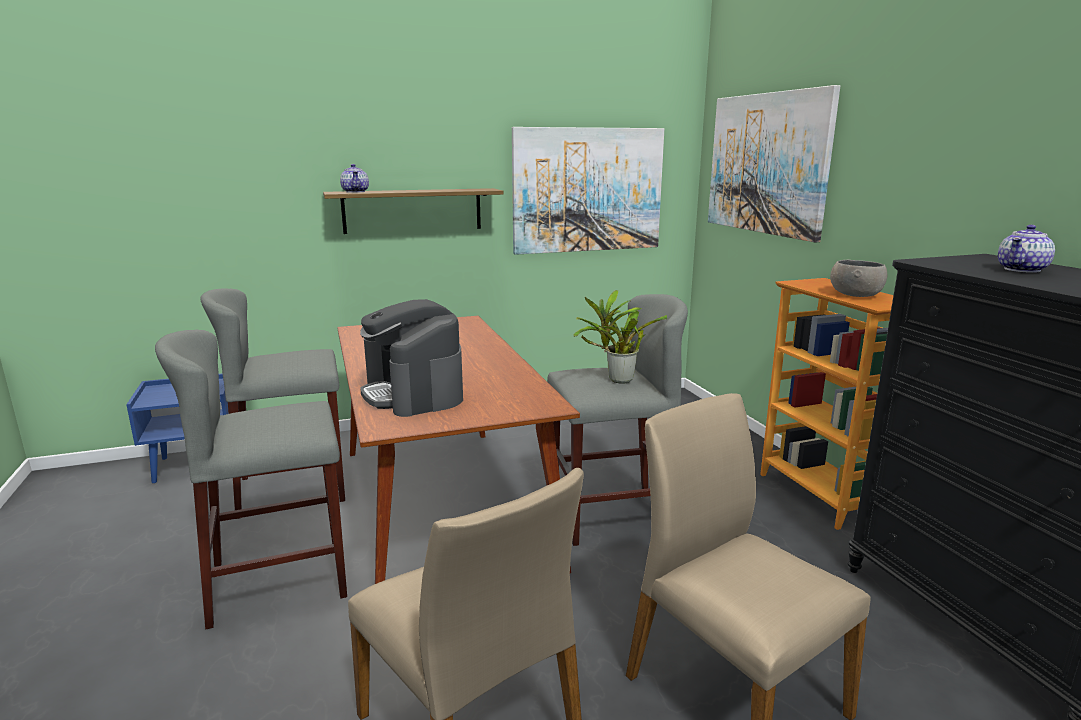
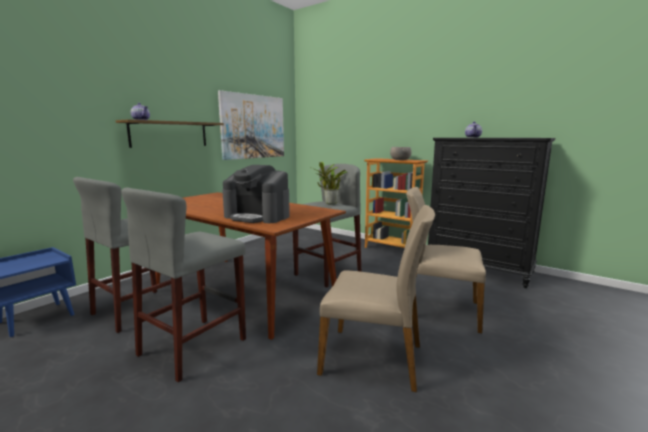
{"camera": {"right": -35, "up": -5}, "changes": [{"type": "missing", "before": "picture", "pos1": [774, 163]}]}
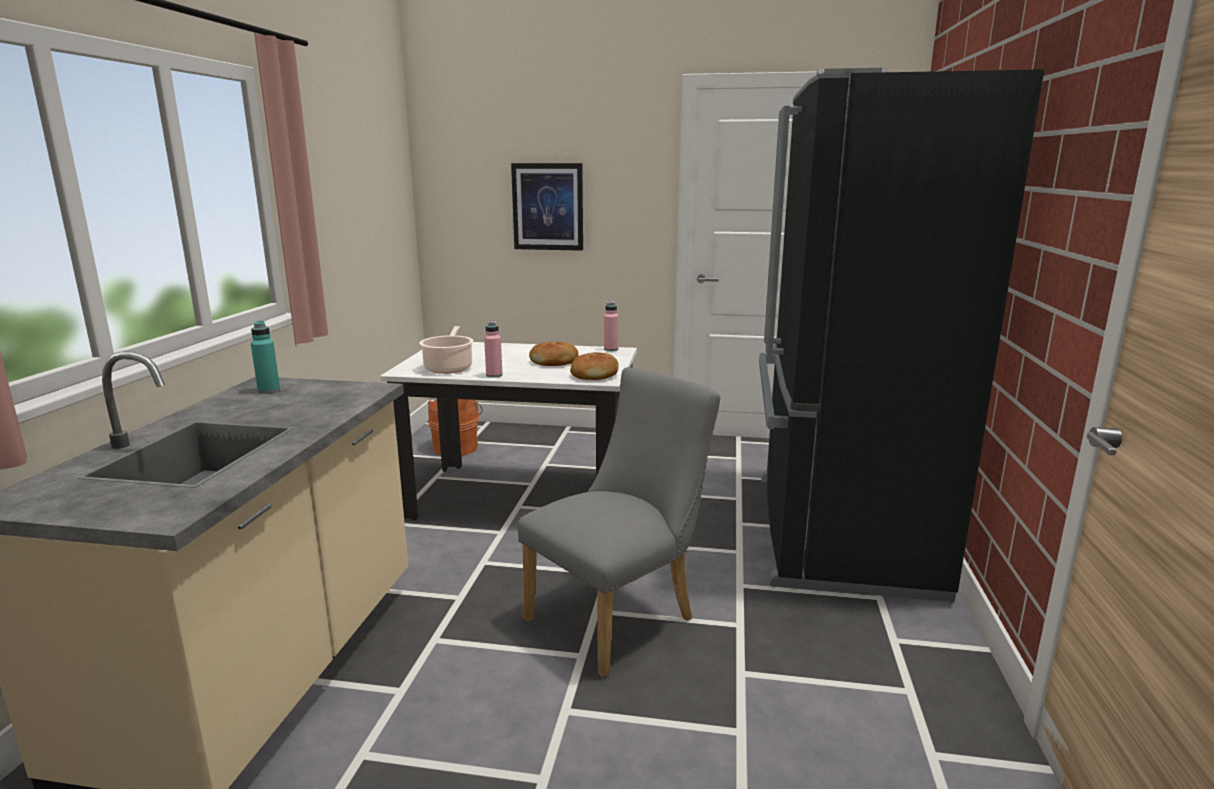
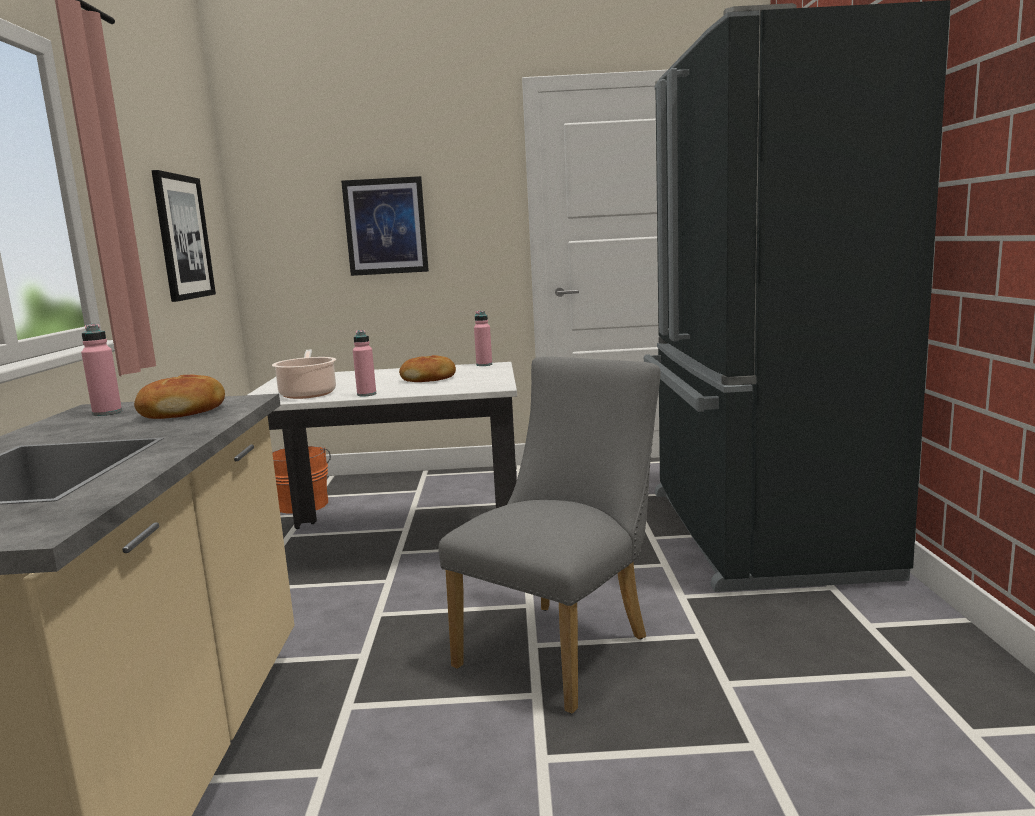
{"camera": {"right": -10, "up": -5}, "changes": [{"type": "colour", "before": "turquoise bottle", "after": "pink bottle", "pos1": [265, 357], "pos2": [101, 370]}, {"type": "relocated", "before": "bread", "pos1": [594, 366], "pos2": [179, 396]}, {"type": "appeared", "after": "picture", "pos2": [184, 236]}]}
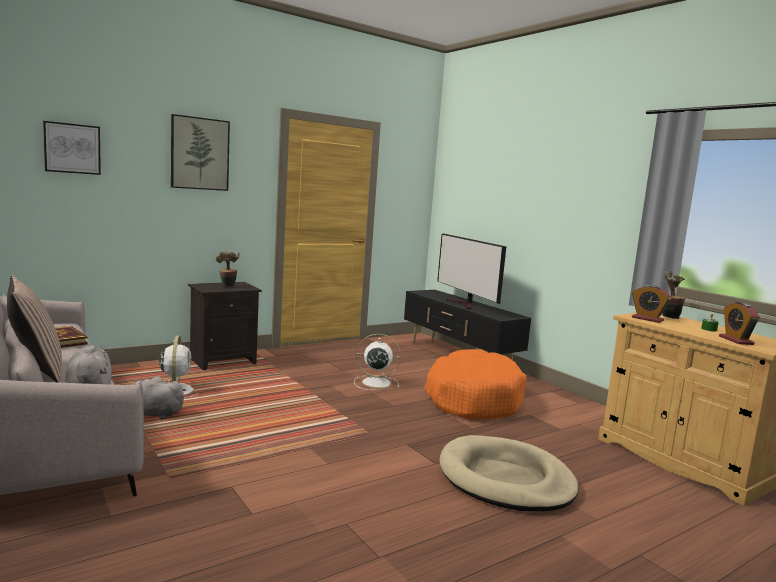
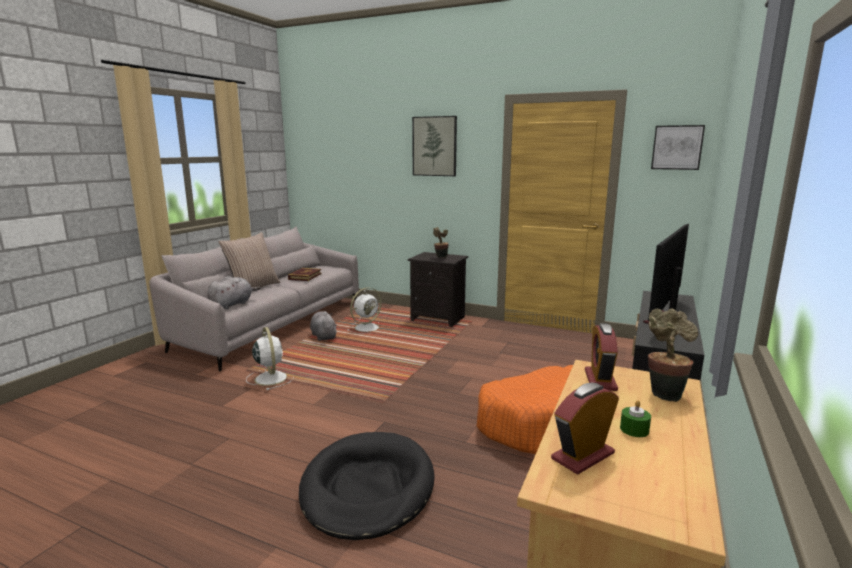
{"camera": {"right": 60, "up": 5}, "changes": [{"type": "relocated", "before": "white fan", "pos1": [377, 362], "pos2": [270, 358]}, {"type": "colour", "before": "beige dog bed", "after": "black dog bed", "pos1": [509, 473], "pos2": [366, 486]}, {"type": "relocated", "before": "picture", "pos1": [72, 148], "pos2": [678, 147]}]}
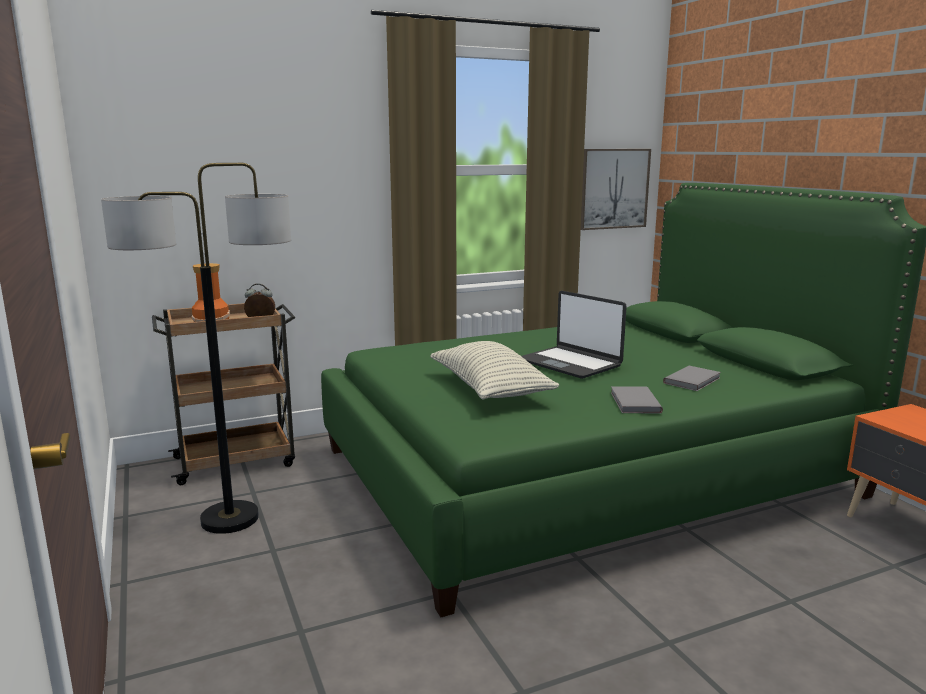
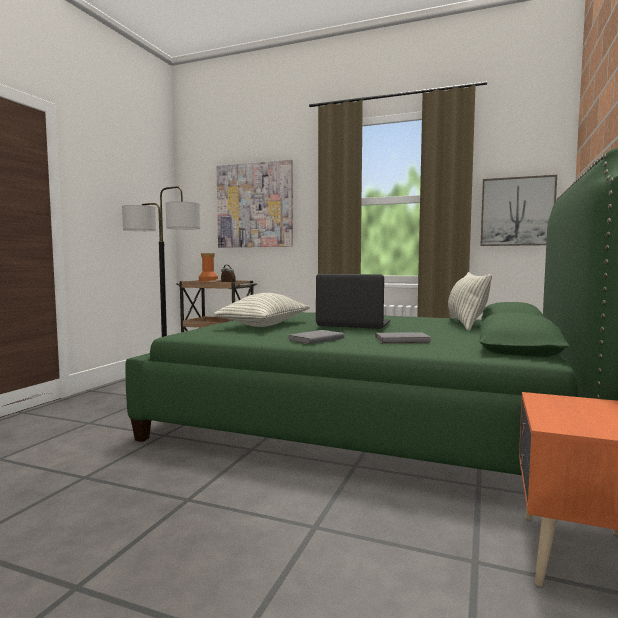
{"camera": {"right": 45, "up": -10}, "changes": [{"type": "appeared", "after": "picture", "pos2": [255, 203]}, {"type": "spun", "before": "laptop", "pos1": [574, 335], "pos2": [353, 301], "turn": 105}, {"type": "appeared", "after": "pillow", "pos2": [470, 301]}]}
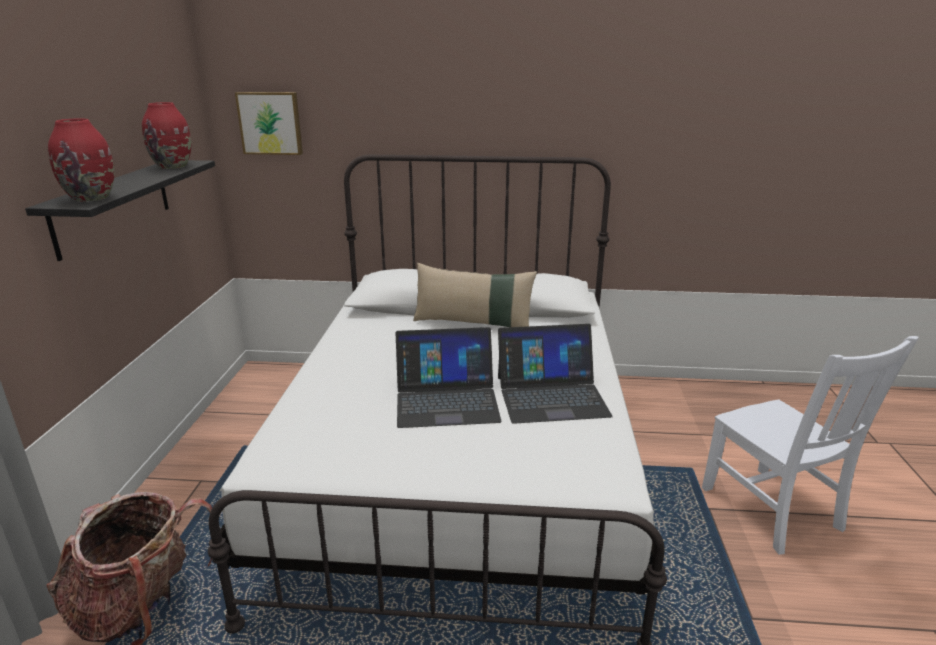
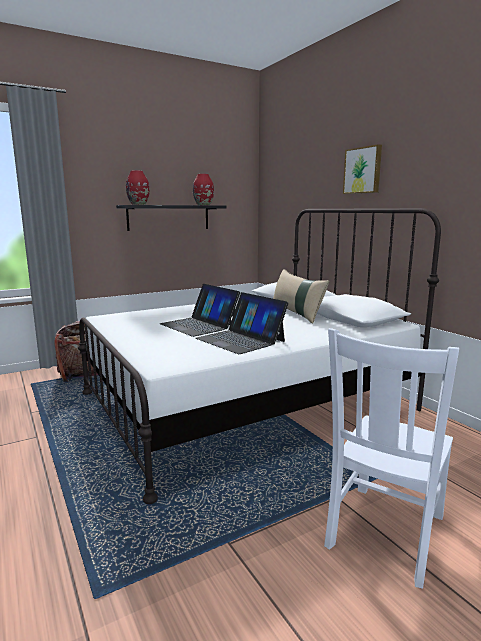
{"camera": {"right": 55, "up": -10}, "changes": [{"type": "relocated", "before": "picture", "pos1": [269, 123], "pos2": [362, 169]}]}
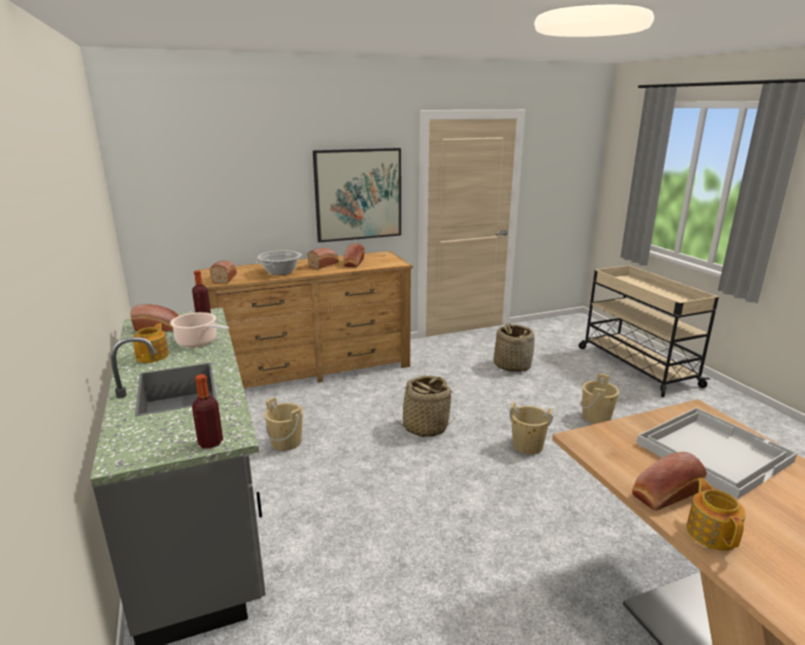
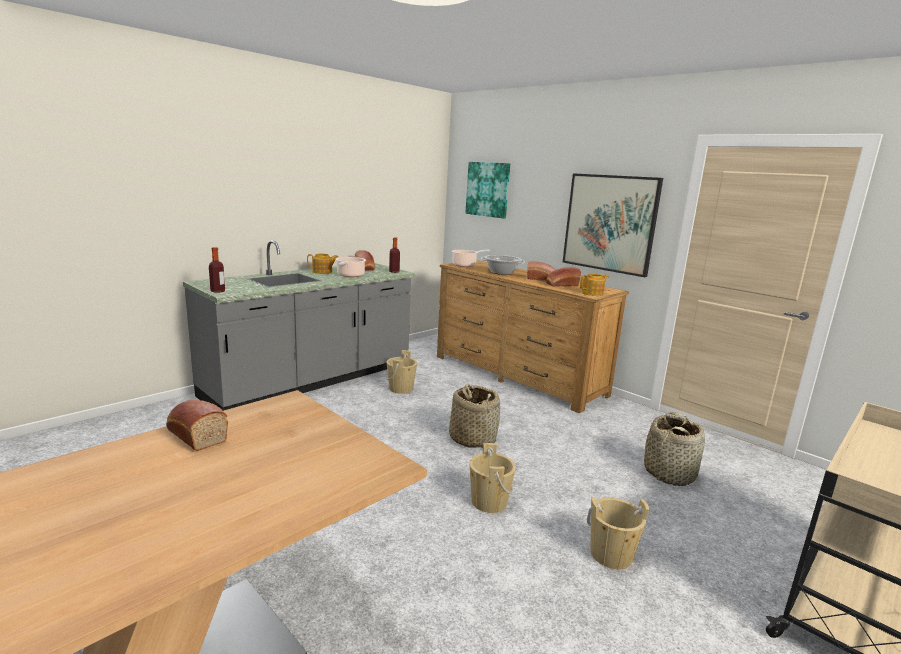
{"camera": {"right": 65, "up": -5}, "changes": [{"type": "exchanged", "before": "bread", "after": "cooking pot", "pos1": [223, 272], "pos2": [471, 258]}, {"type": "appeared", "after": "picture", "pos2": [487, 190]}, {"type": "relocated", "before": "teapot", "pos1": [716, 514], "pos2": [594, 284]}, {"type": "missing", "before": "white tray", "pos1": [716, 454]}]}
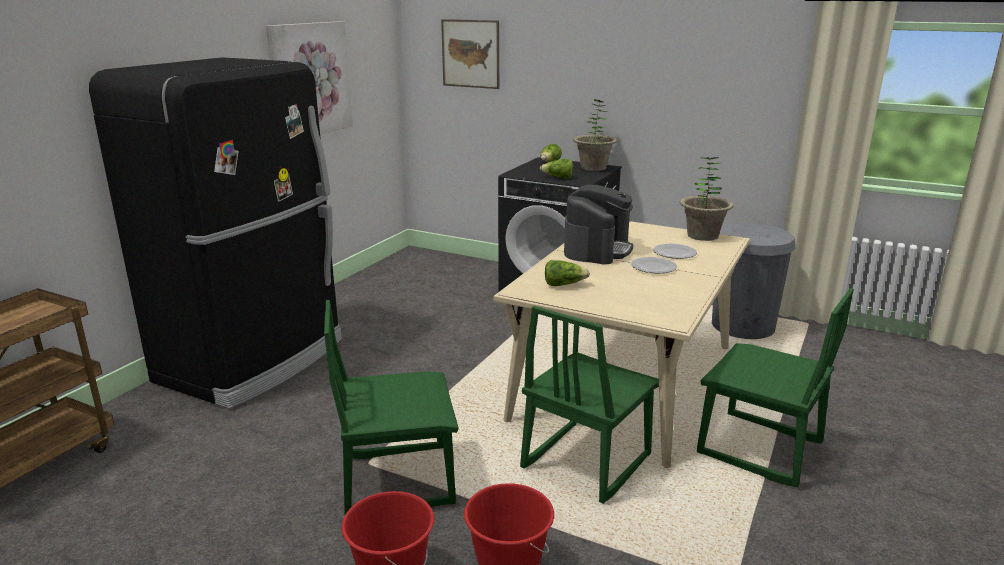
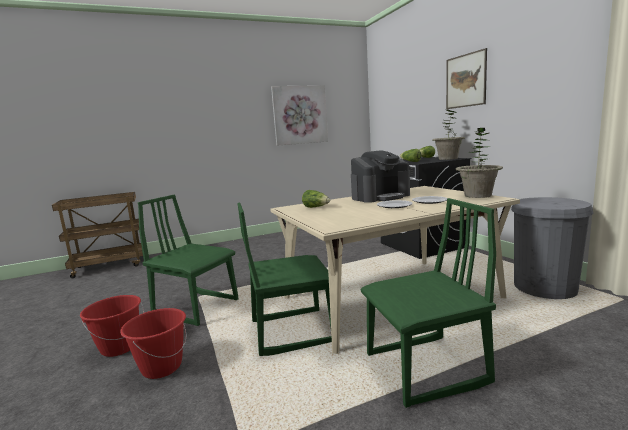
{"camera": {"right": 40, "up": -10}, "changes": [{"type": "spun", "before": "green chair", "pos1": [775, 387], "pos2": [428, 303], "turn": -90}, {"type": "relocated", "before": "picture", "pos1": [470, 54], "pos2": [466, 78]}, {"type": "missing", "before": "black fridge", "pos1": [215, 233]}]}
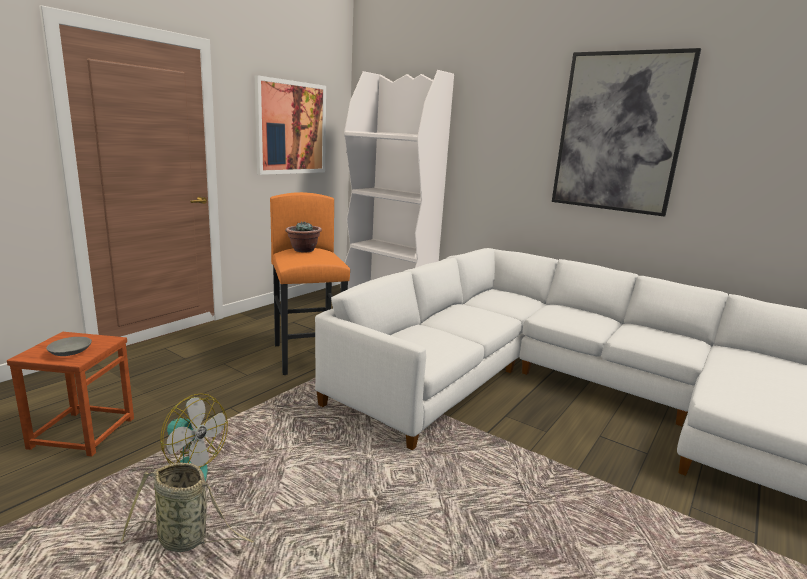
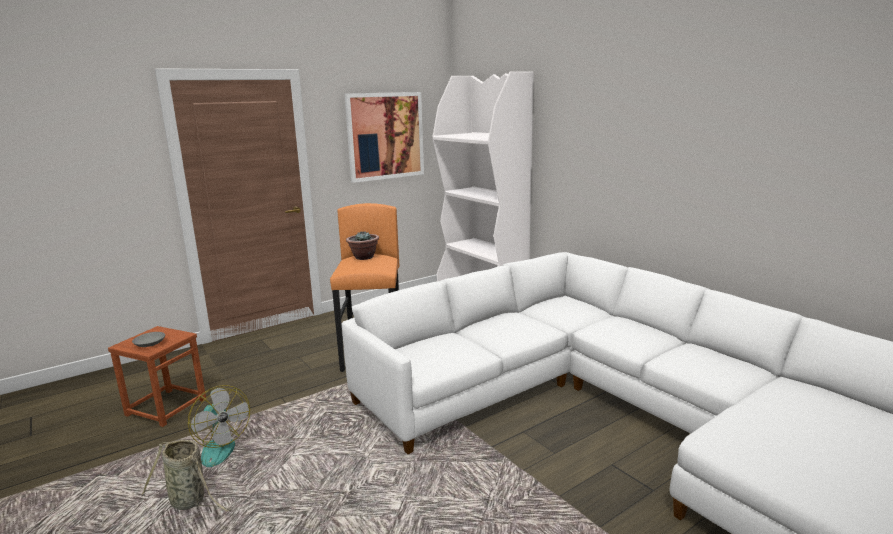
{"camera": {"right": 20, "up": 0}, "changes": [{"type": "missing", "before": "picture", "pos1": [626, 132]}]}
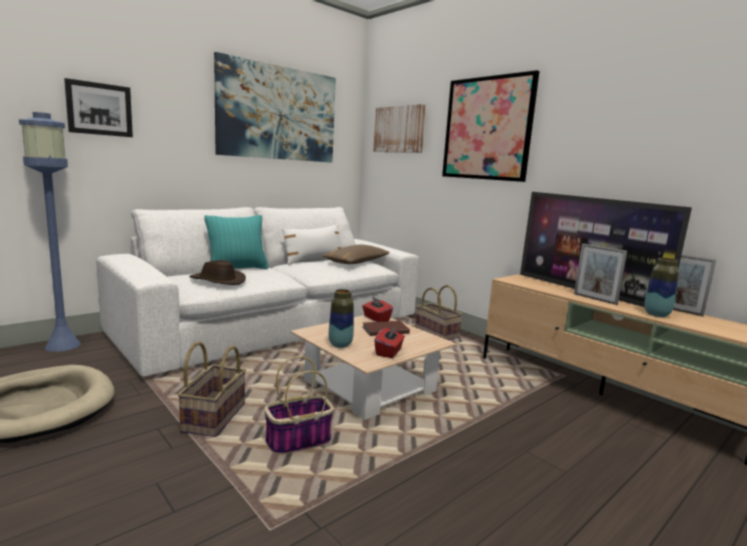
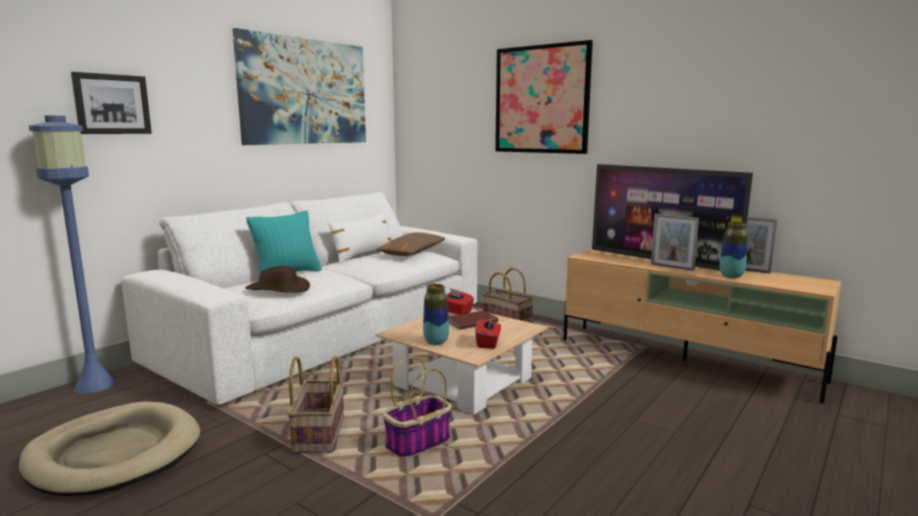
{"camera": {"right": -10, "up": 0}, "changes": [{"type": "missing", "before": "picture", "pos1": [399, 128]}]}
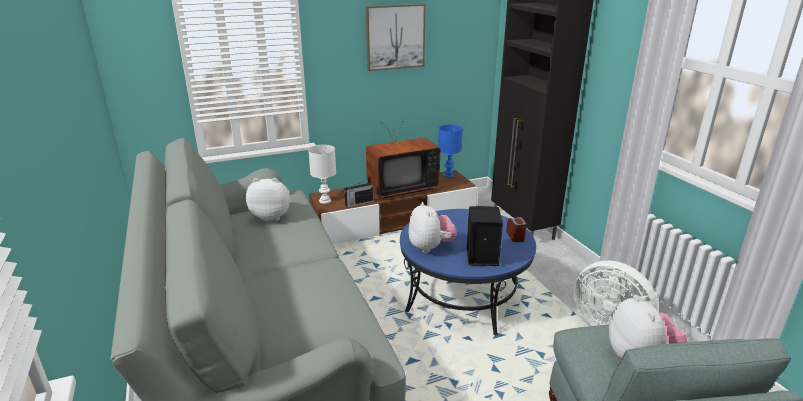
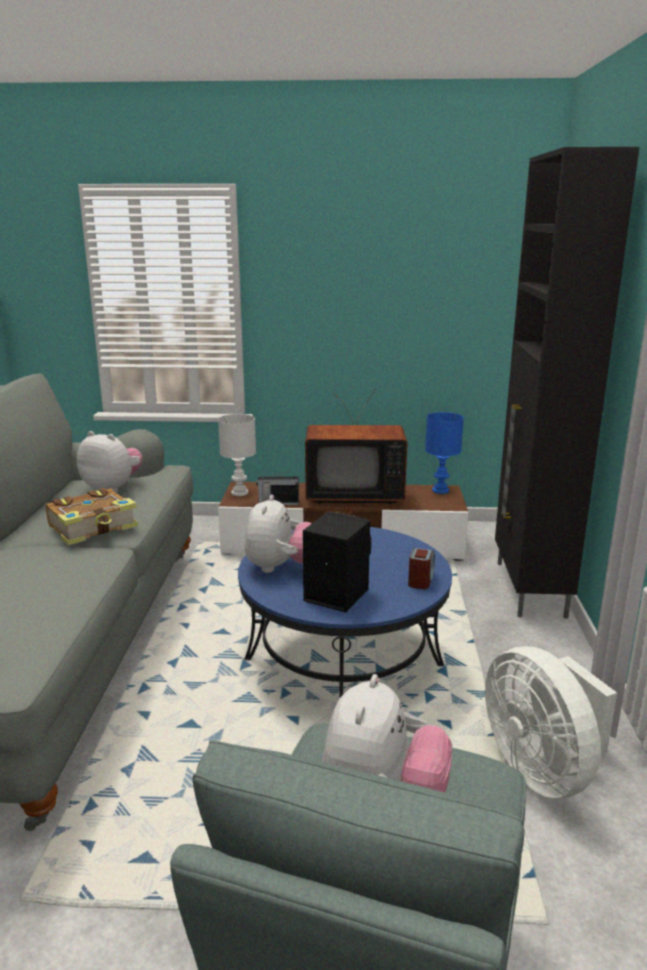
{"camera": {"right": 25, "up": -5}, "changes": [{"type": "appeared", "after": "book", "pos2": [92, 516]}, {"type": "missing", "before": "picture", "pos1": [396, 37]}]}
